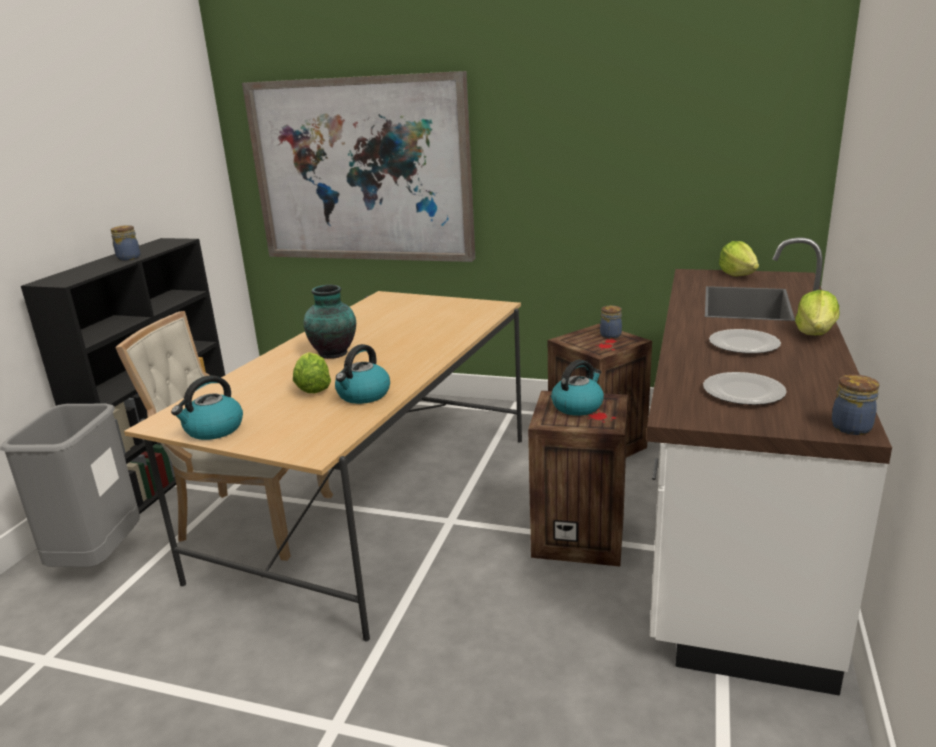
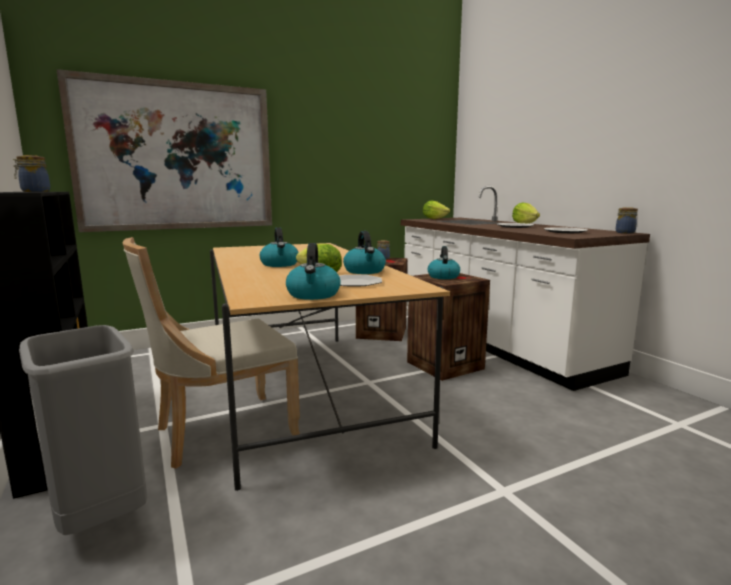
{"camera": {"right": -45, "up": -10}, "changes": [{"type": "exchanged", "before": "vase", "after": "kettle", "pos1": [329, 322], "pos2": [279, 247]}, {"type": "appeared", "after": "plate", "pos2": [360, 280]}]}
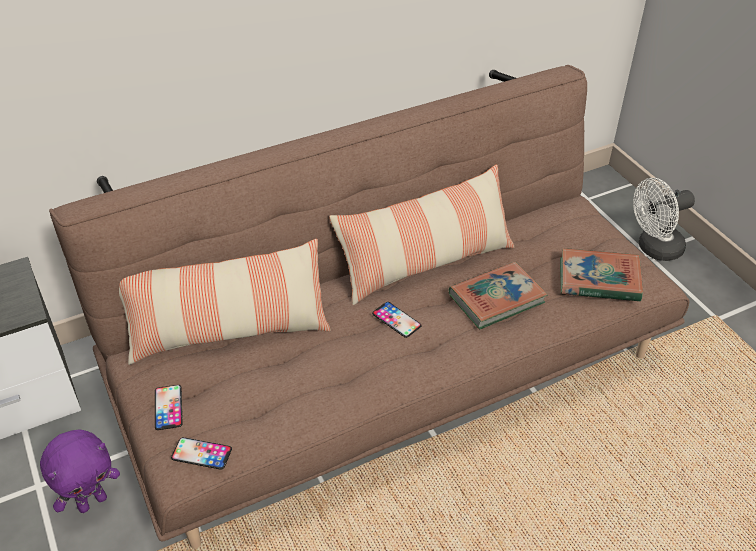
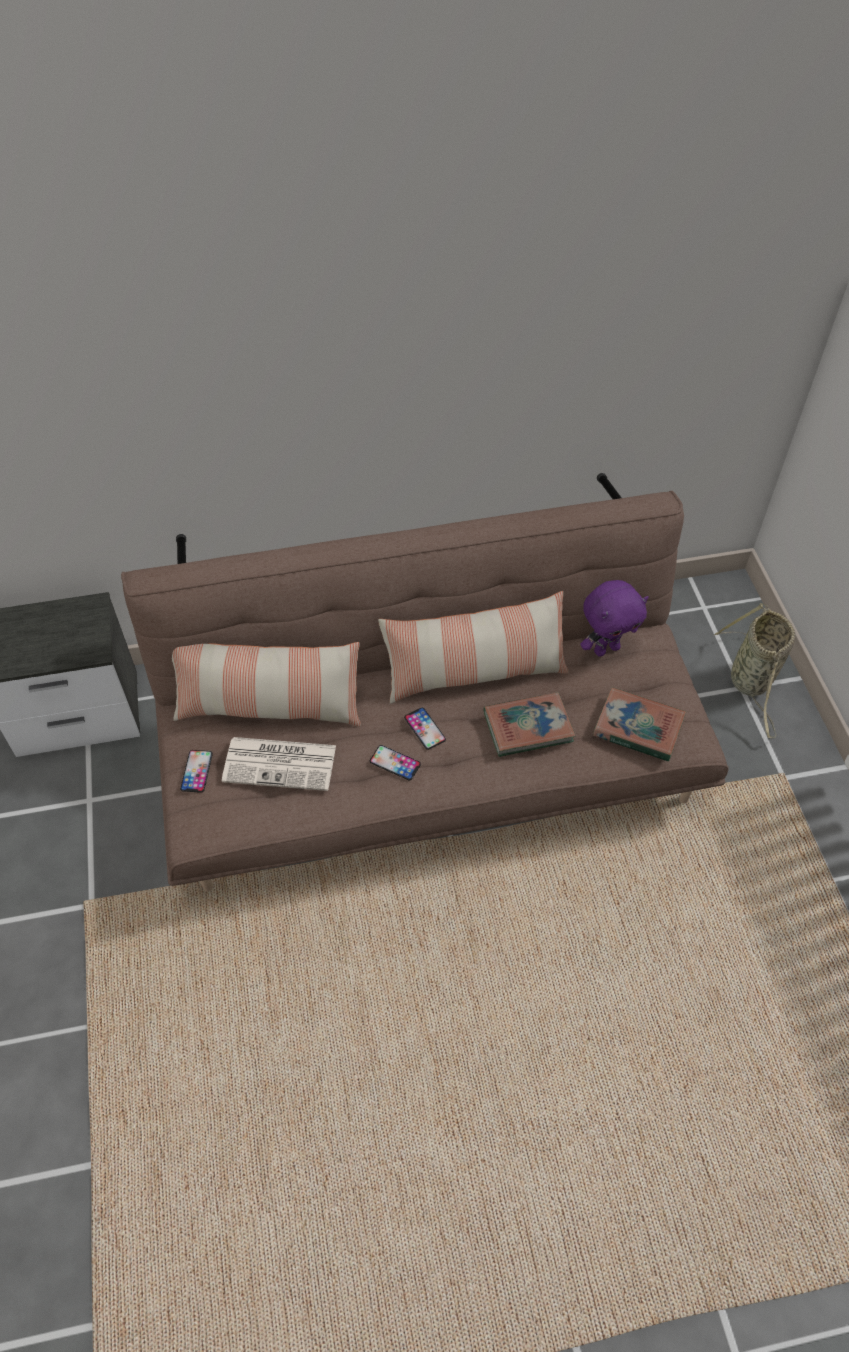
{"camera": {"right": 15, "up": 10}, "changes": [{"type": "appeared", "after": "newspaper", "pos2": [279, 764]}, {"type": "relocated", "before": "phone", "pos1": [201, 453], "pos2": [395, 762]}, {"type": "relocated", "before": "purple plush toy", "pos1": [80, 471], "pos2": [614, 618]}, {"type": "exchanged", "before": "white fan", "after": "basket", "pos1": [664, 219], "pos2": [754, 670]}]}
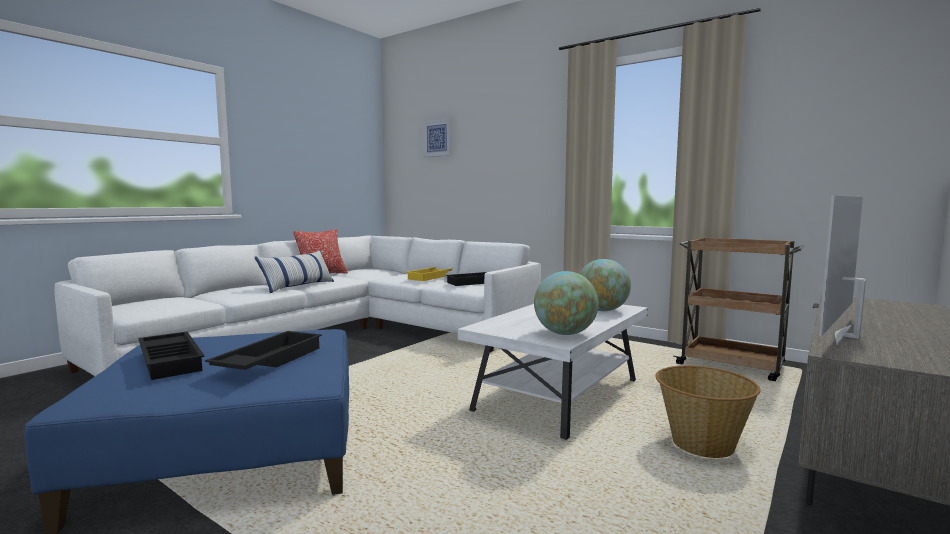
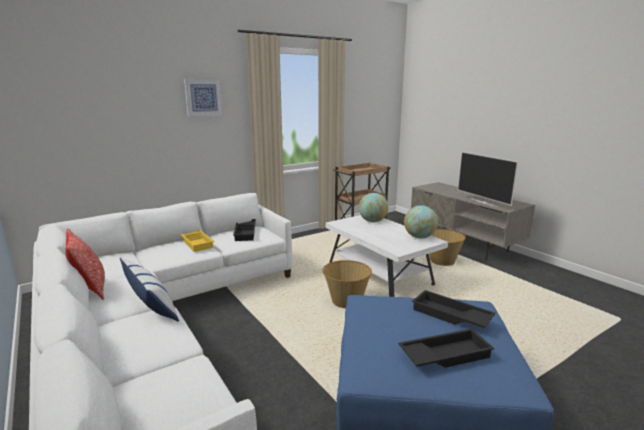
{"camera": {"right": -70, "up": 10}, "changes": [{"type": "relocated", "before": "picture", "pos1": [437, 137], "pos2": [203, 97]}, {"type": "appeared", "after": "basket", "pos2": [347, 284]}]}
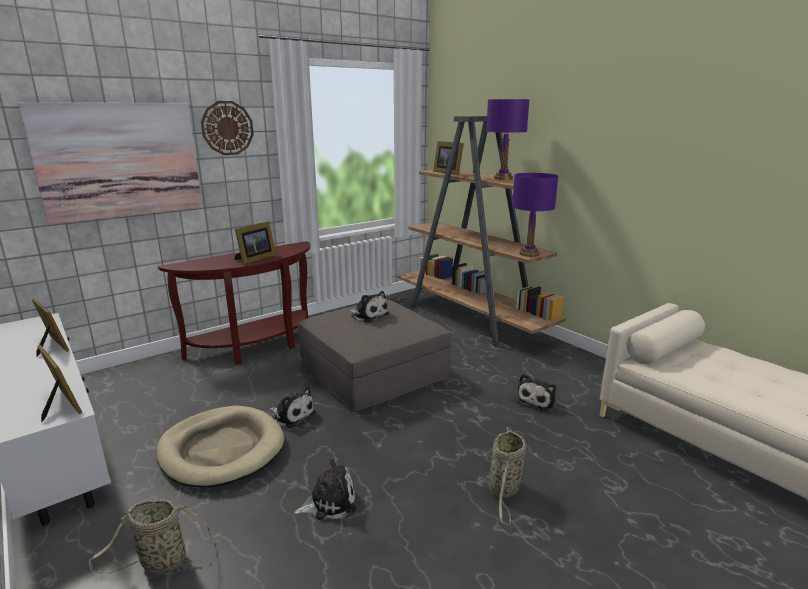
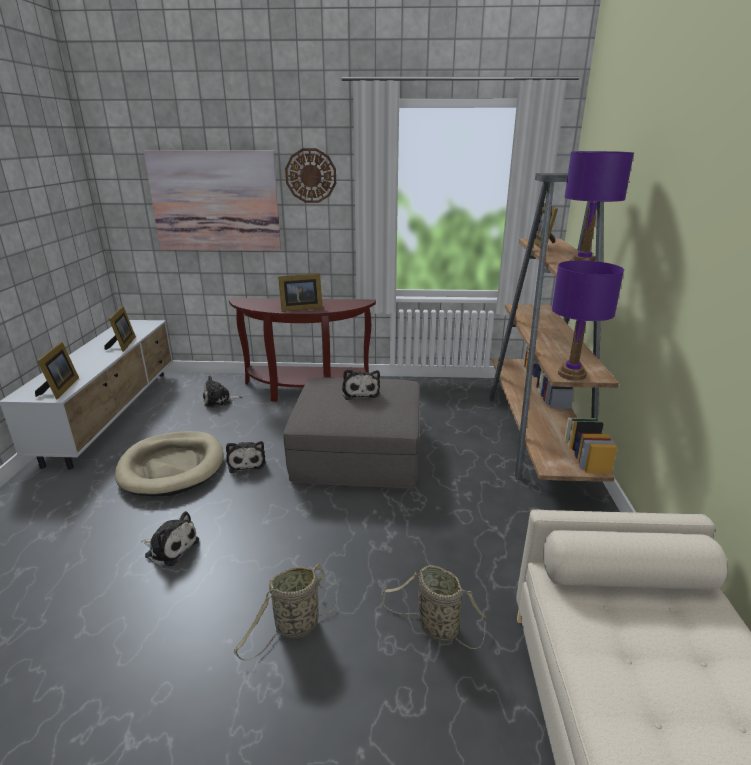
{"camera": {"right": 40, "up": 5}, "changes": [{"type": "relocated", "before": "plush toy", "pos1": [536, 392], "pos2": [222, 391]}, {"type": "relocated", "before": "basket", "pos1": [151, 537], "pos2": [433, 607]}]}
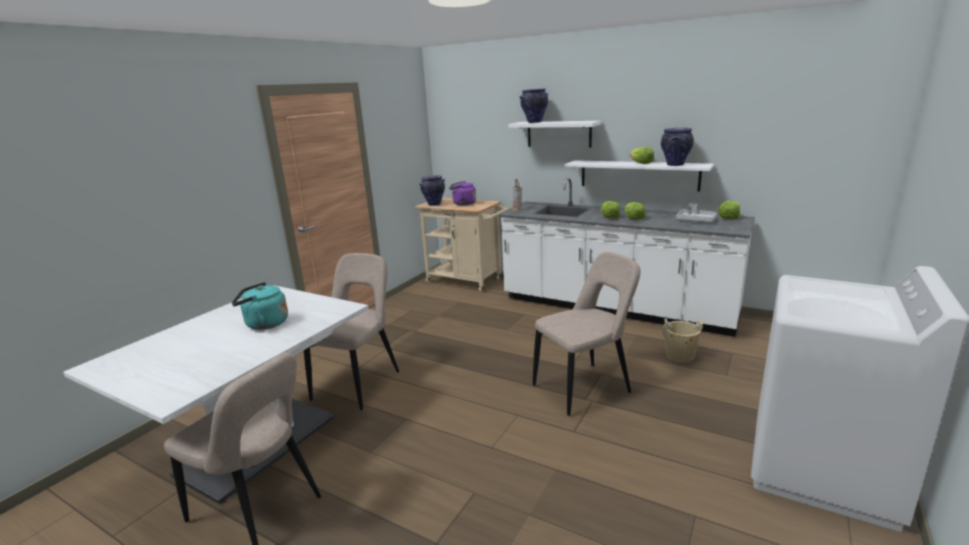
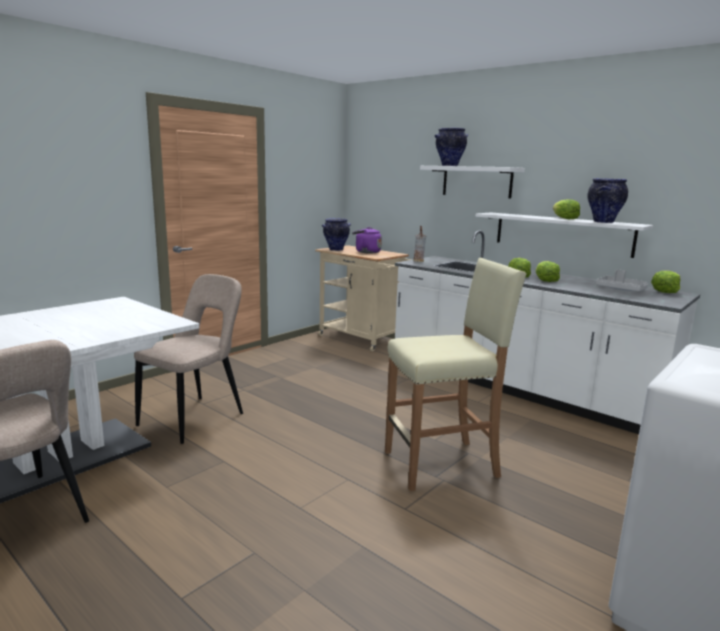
{"camera": {"right": 10, "up": -5}, "changes": [{"type": "exchanged", "before": "beige chair", "after": "beige stool", "pos1": [587, 334], "pos2": [456, 374]}, {"type": "missing", "before": "turquoise kettle", "pos1": [260, 306]}, {"type": "missing", "before": "beige bucket", "pos1": [683, 340]}]}
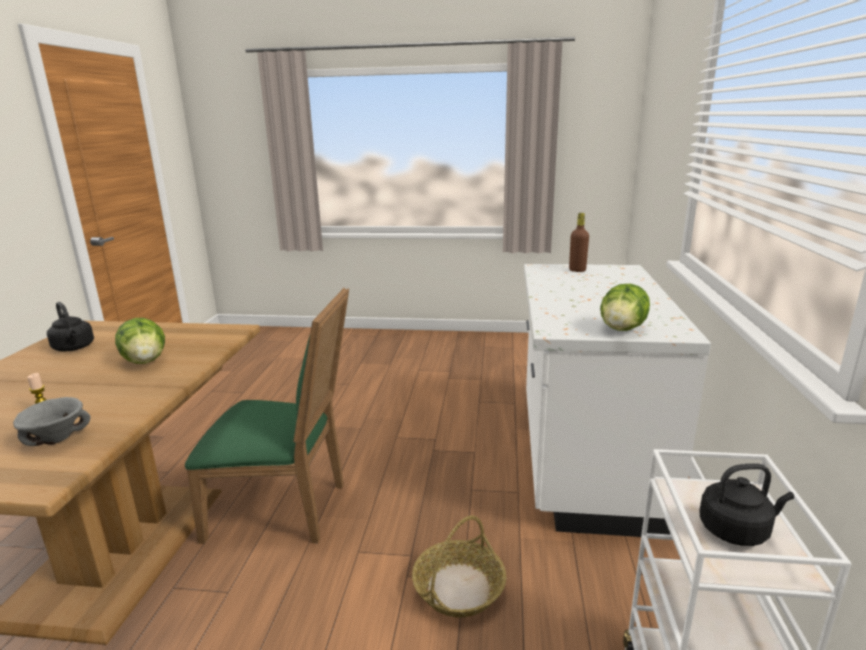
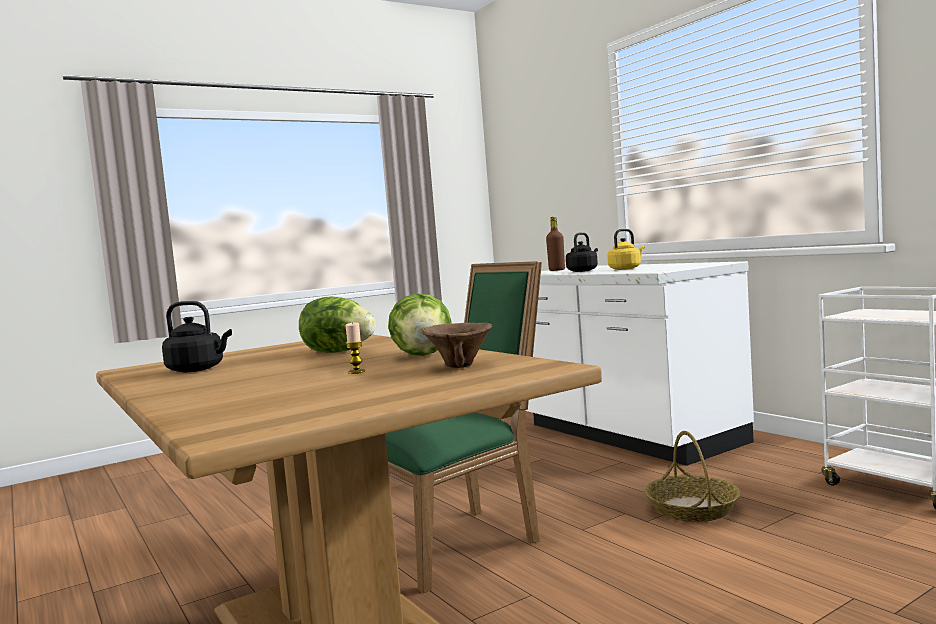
{"camera": {"right": -40, "up": -15}, "changes": [{"type": "relocated", "before": "lettuce", "pos1": [625, 307], "pos2": [420, 324]}, {"type": "colour", "before": "grey bowl", "after": "brown bowl", "pos1": [51, 421], "pos2": [457, 345]}, {"type": "relocated", "before": "black kettle", "pos1": [746, 504], "pos2": [582, 252]}, {"type": "appeared", "after": "yellow kettle", "pos2": [626, 249]}]}
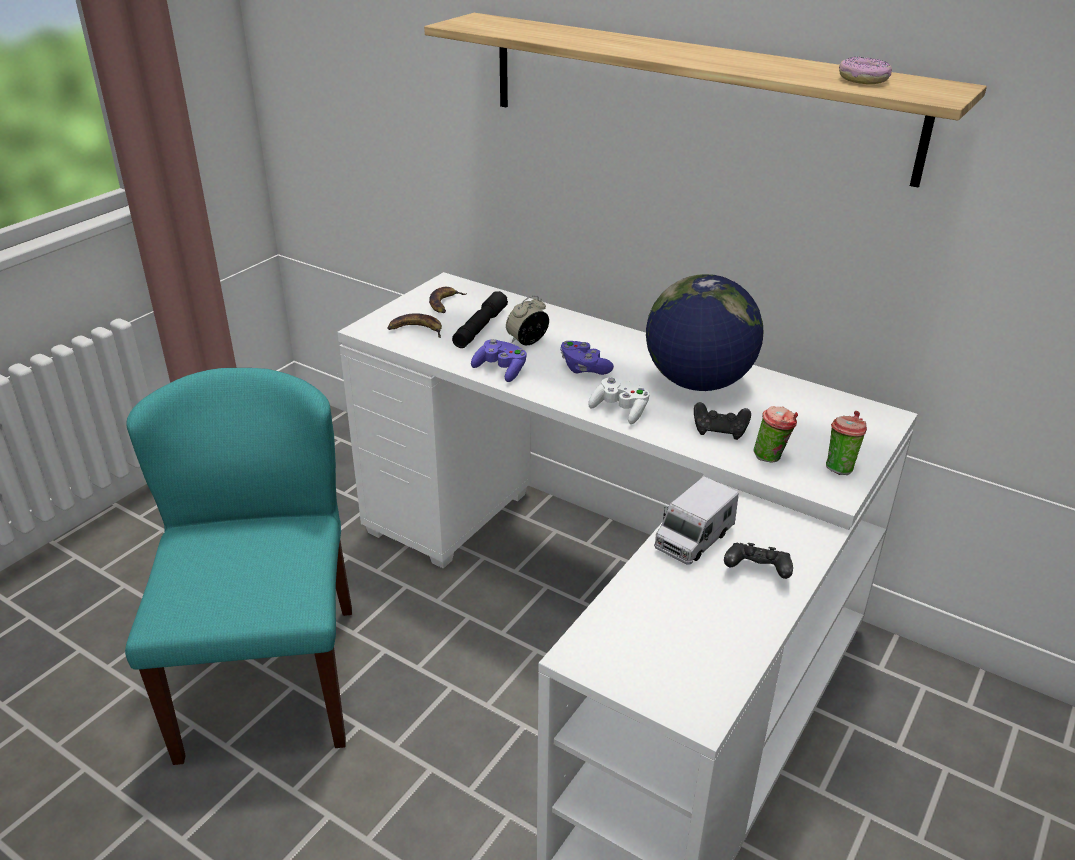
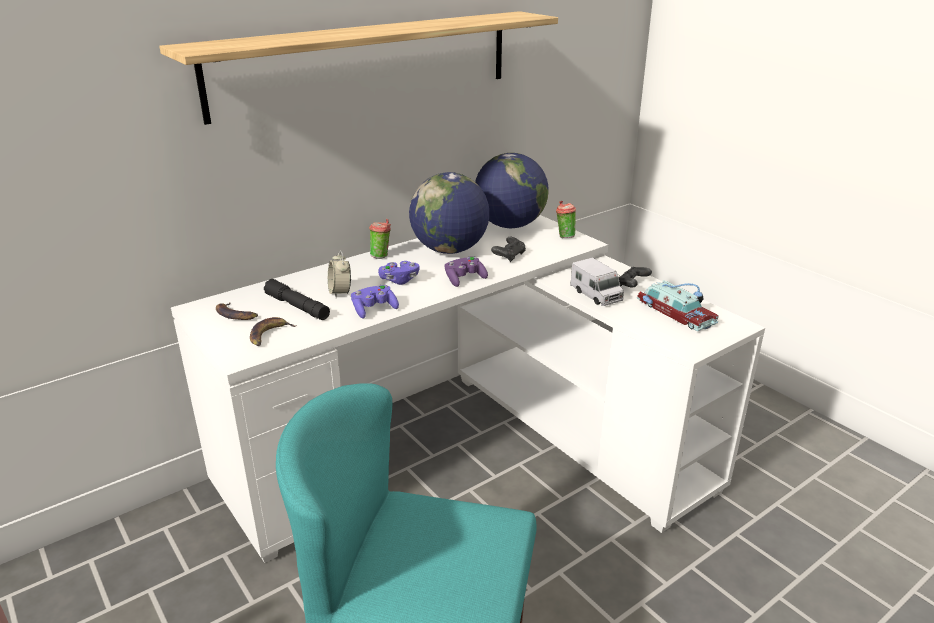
{"camera": {"right": -70, "up": -5}, "changes": [{"type": "relocated", "before": "cup", "pos1": [775, 434], "pos2": [380, 239]}, {"type": "colour", "before": "white game controller", "after": "purple game controller", "pos1": [619, 401], "pos2": [466, 272]}, {"type": "appeared", "after": "globe", "pos2": [512, 190]}, {"type": "appeared", "after": "toy car", "pos2": [678, 305]}, {"type": "missing", "before": "donut", "pos1": [865, 70]}]}
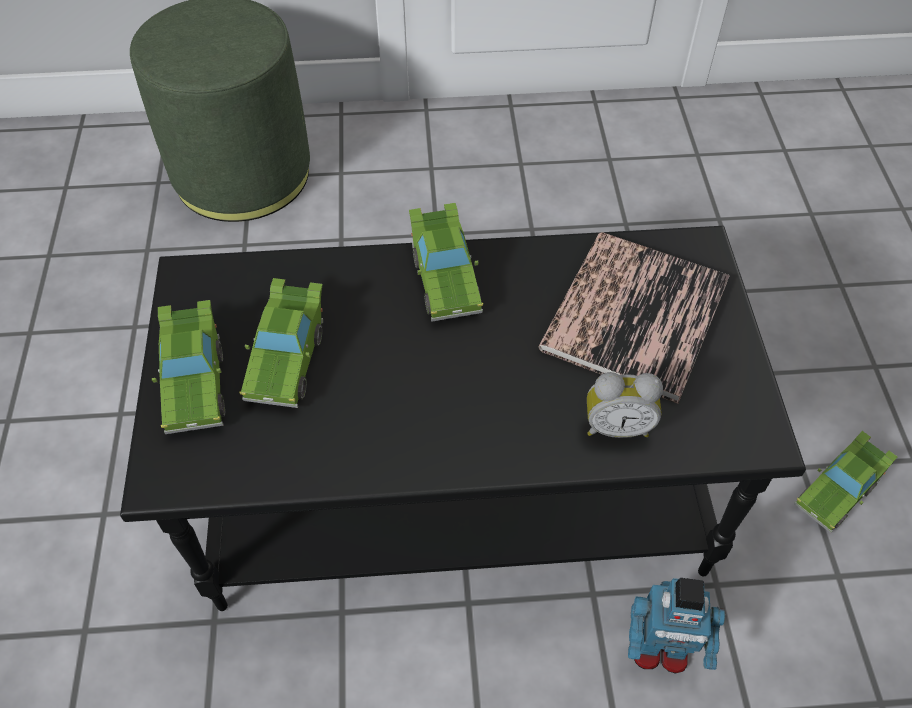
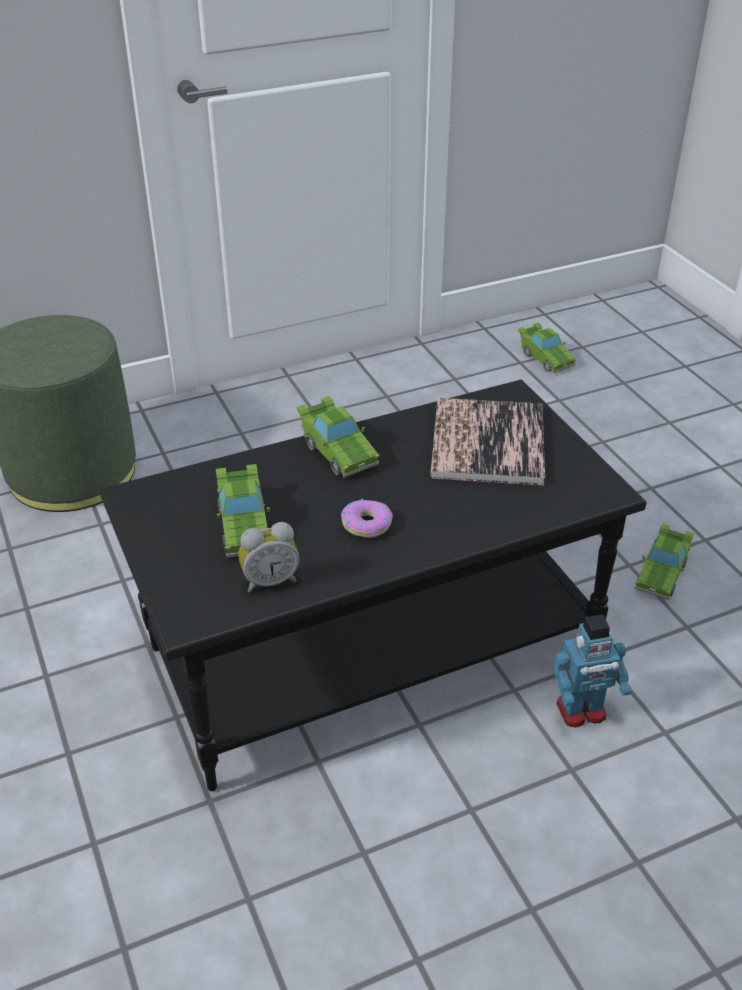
{"camera": {"right": -20, "up": -15}, "changes": [{"type": "relocated", "before": "alarm clock", "pos1": [625, 405], "pos2": [269, 557]}, {"type": "appeared", "after": "donut", "pos2": [367, 518]}, {"type": "relocated", "before": "green toy car", "pos1": [188, 367], "pos2": [547, 347]}]}
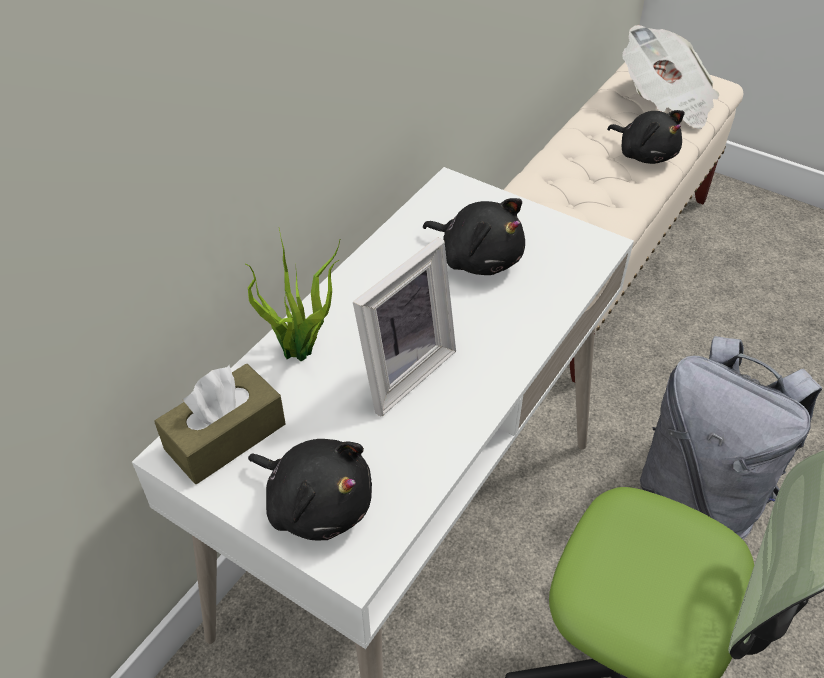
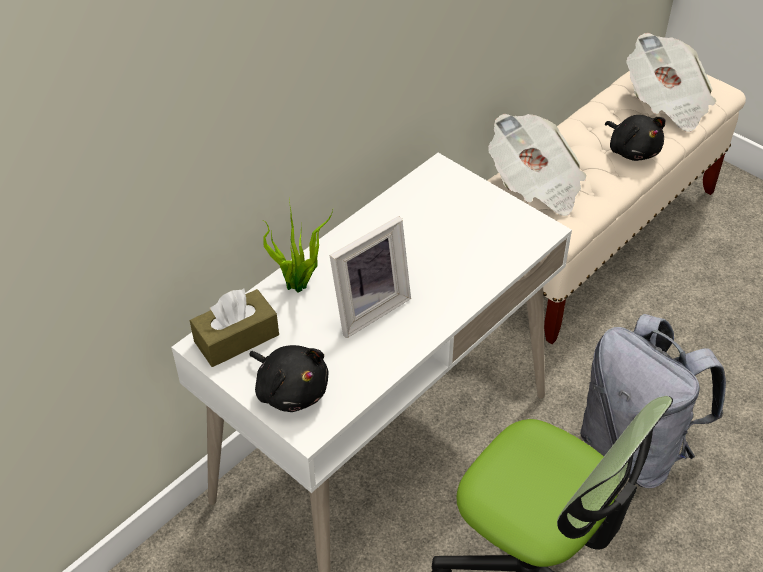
{"camera": {"right": 10, "up": 0}, "changes": [{"type": "appeared", "after": "newspaper", "pos2": [537, 165]}, {"type": "missing", "before": "black plush toy", "pos1": [474, 236]}]}
